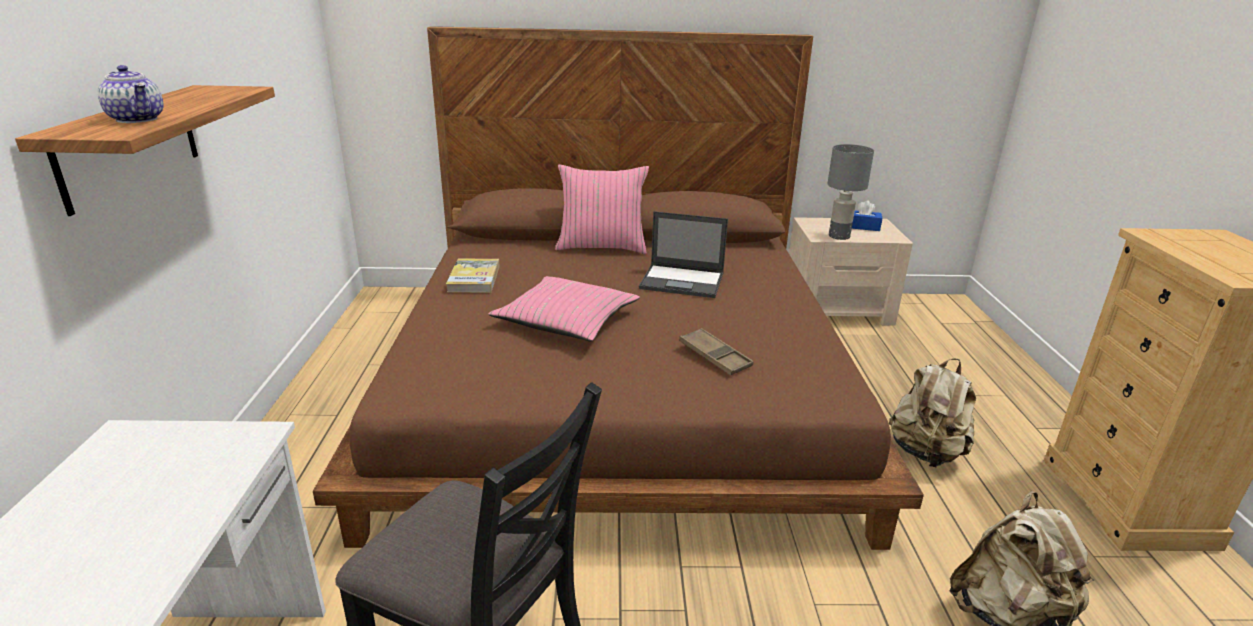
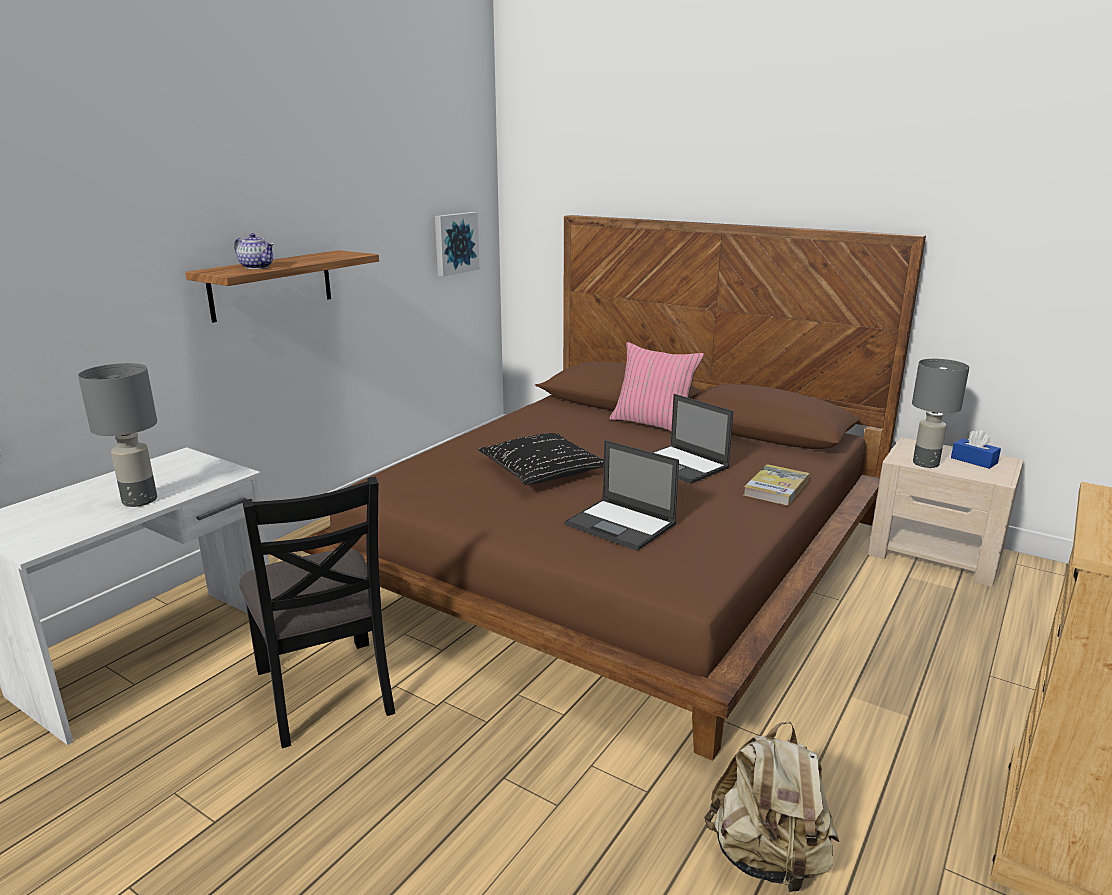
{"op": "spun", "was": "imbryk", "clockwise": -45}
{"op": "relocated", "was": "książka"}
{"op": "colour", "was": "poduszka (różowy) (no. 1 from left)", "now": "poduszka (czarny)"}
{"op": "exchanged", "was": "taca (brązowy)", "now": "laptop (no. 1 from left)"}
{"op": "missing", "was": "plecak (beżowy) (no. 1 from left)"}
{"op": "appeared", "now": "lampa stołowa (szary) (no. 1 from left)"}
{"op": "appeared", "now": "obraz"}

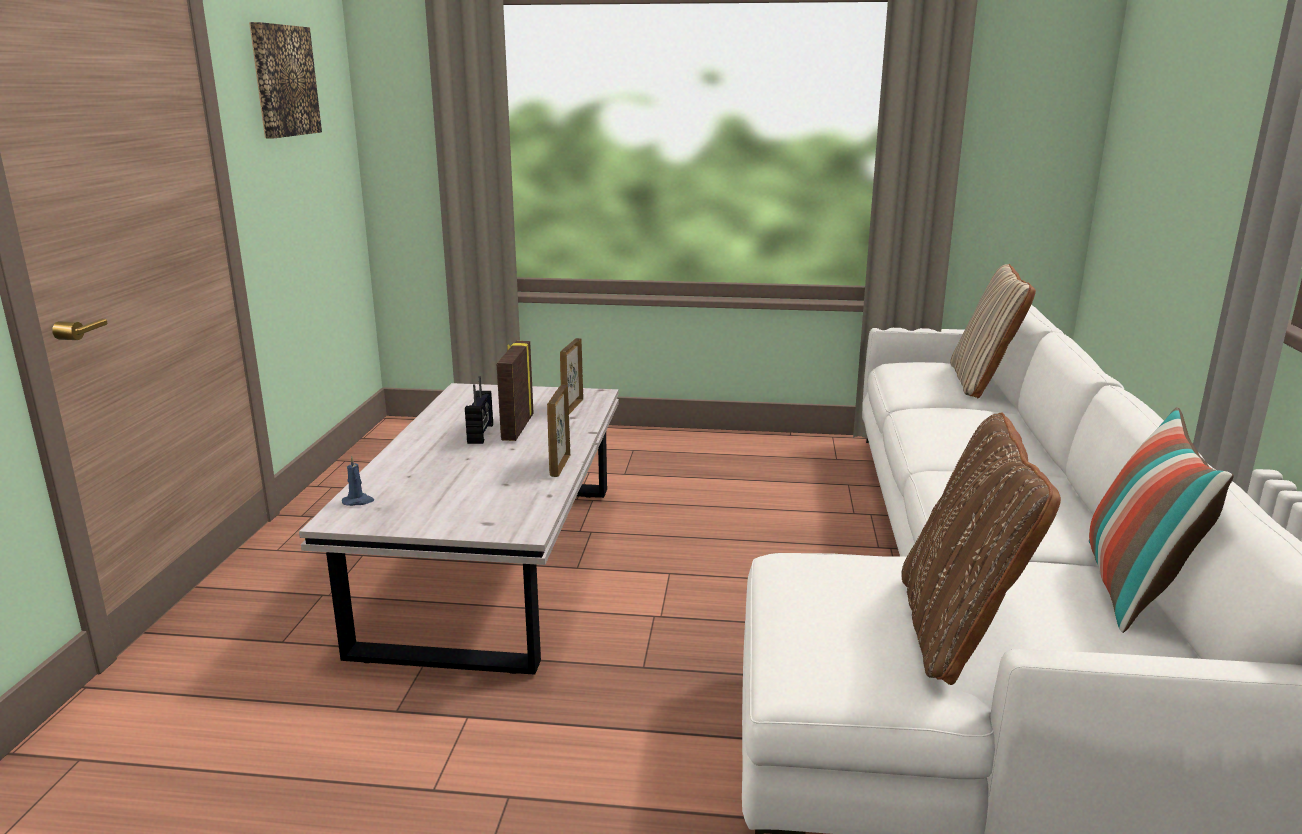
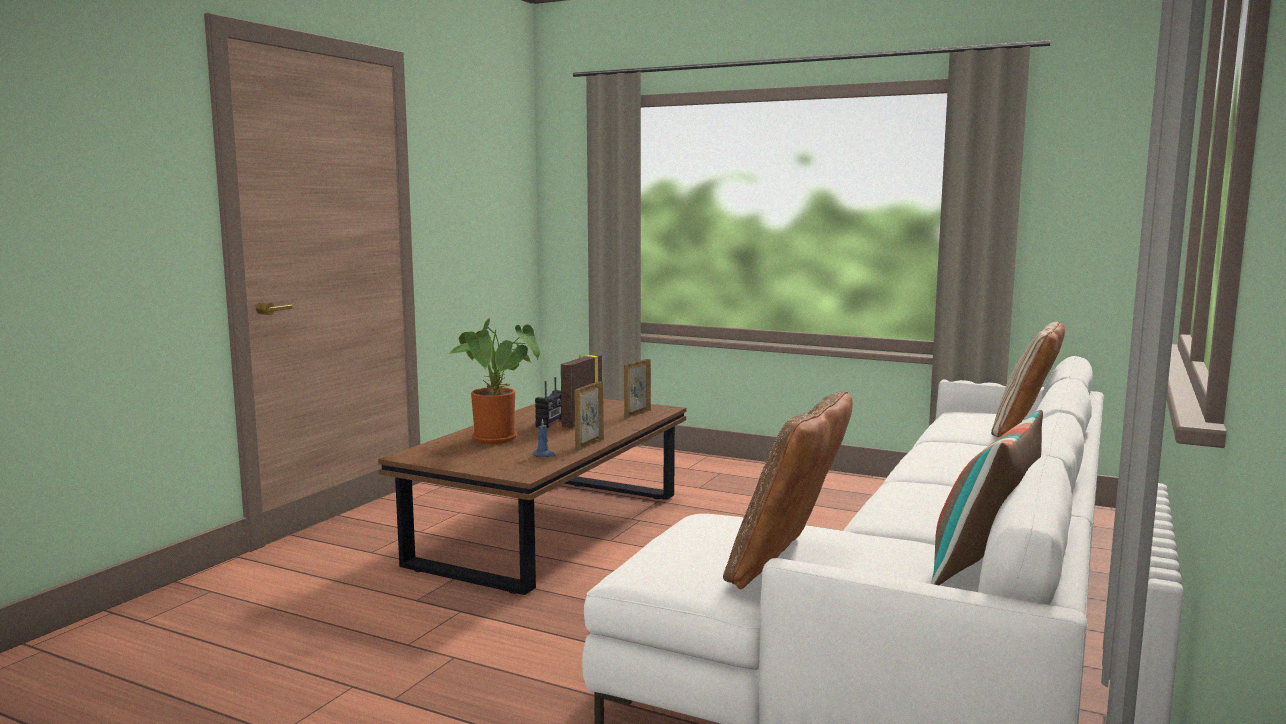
{"op": "missing", "was": "obraz"}
{"op": "colour", "was": "ława (biały)", "now": "ława (brązowy)"}
{"op": "relocated", "was": "świeca (niebieski)"}
{"op": "appeared", "now": "roślina doniczkowa"}

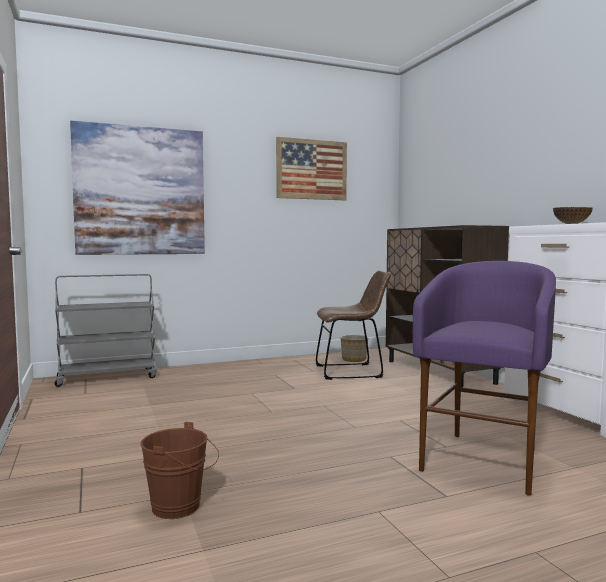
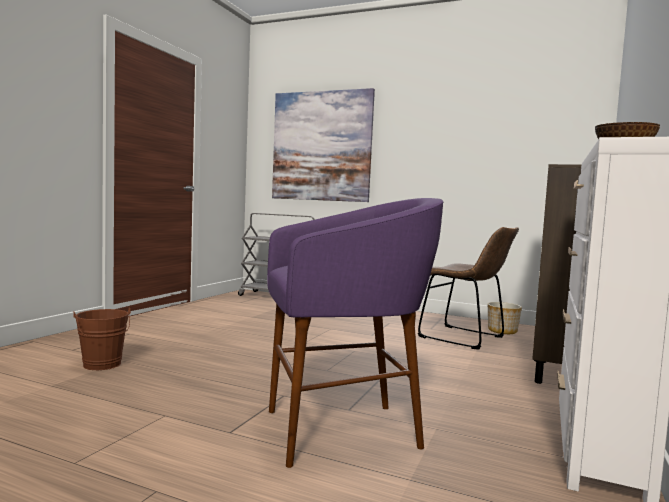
{"op": "missing", "was": "obraz (no. 2 from left)"}

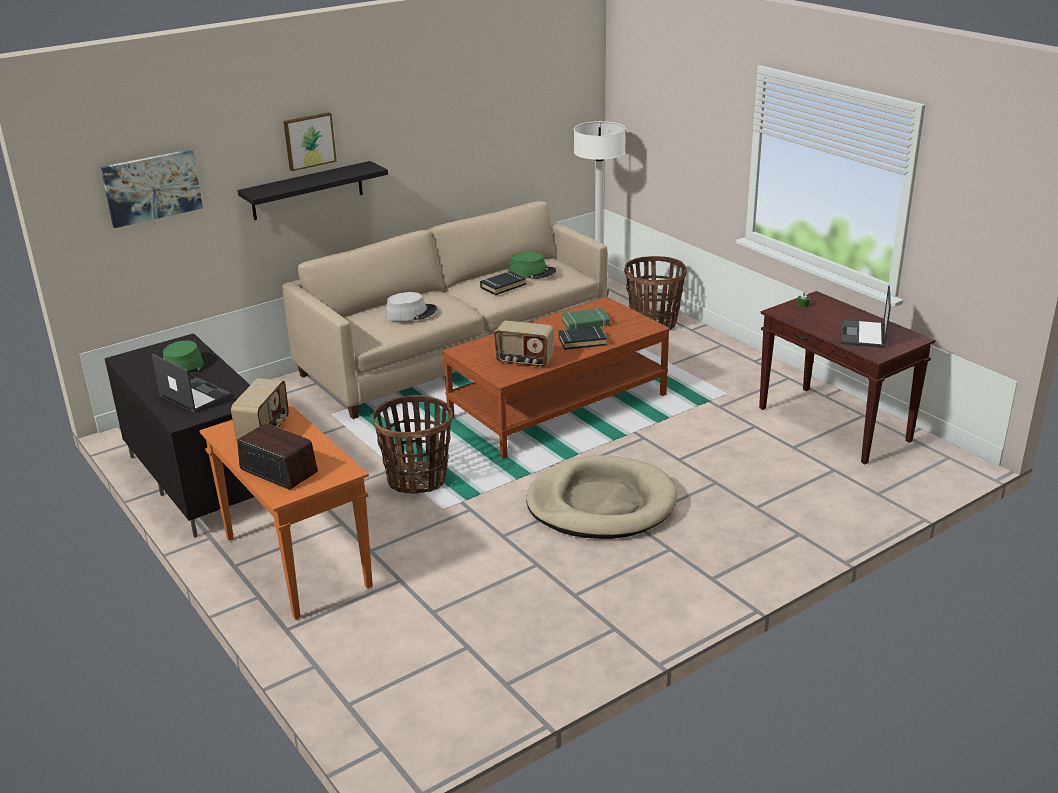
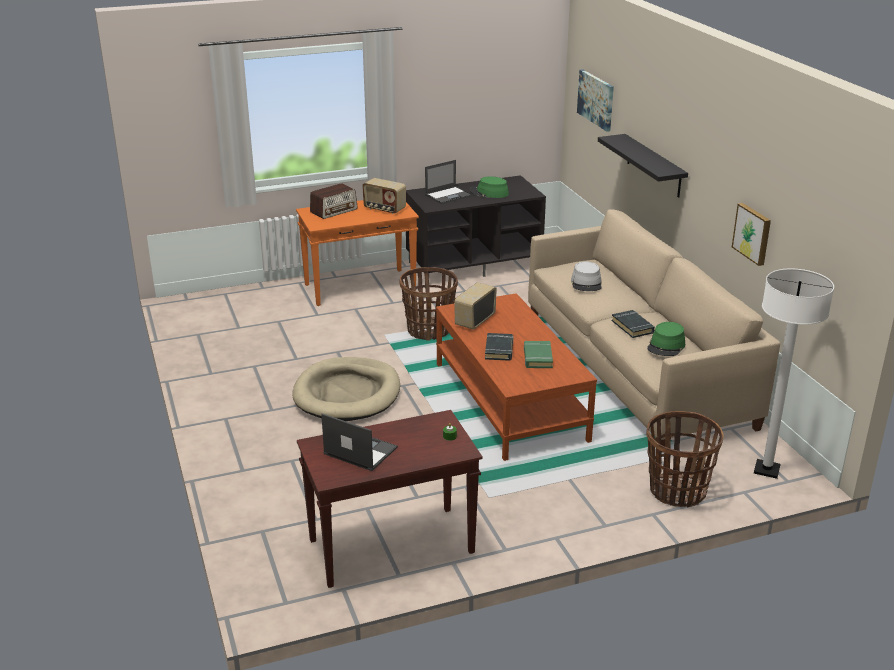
{"op": "relocated", "was": "obraz (no. 2 from left)"}

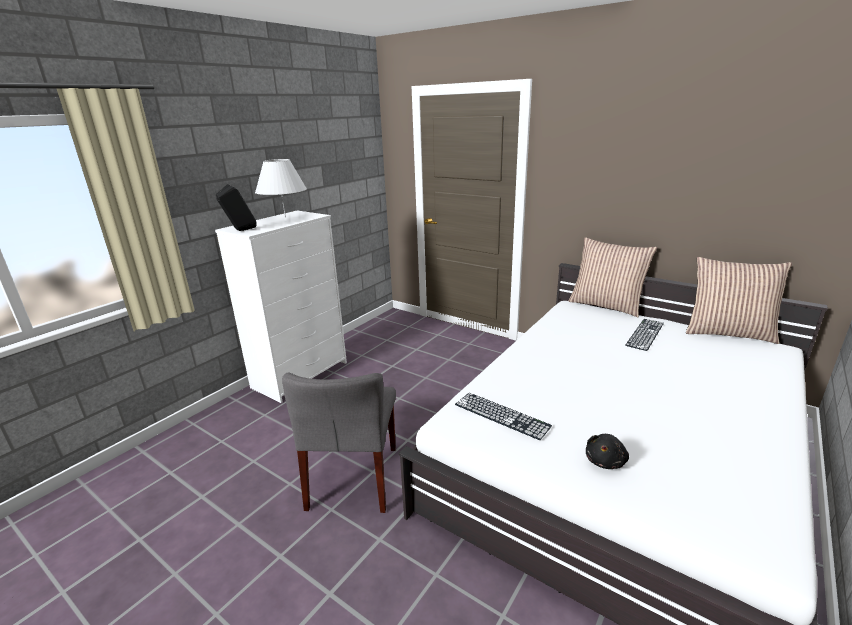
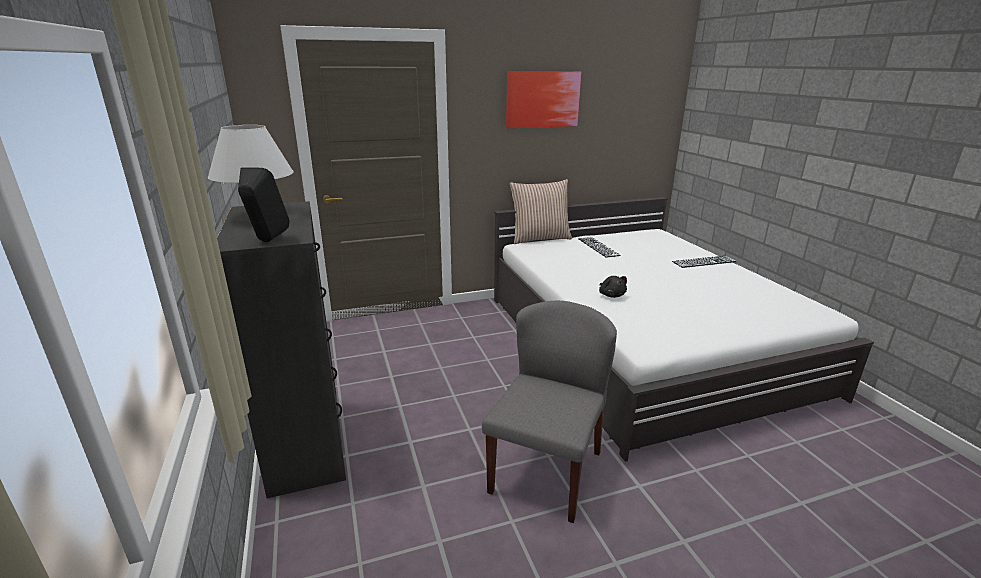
{"op": "colour", "was": "komoda (biały)", "now": "komoda (czarny)"}
{"op": "spun", "was": "krzesło (szary)", "clockwise": -105}
{"op": "relocated", "was": "klawiatura (no. 1 from left in the first image)", "now": "klawiatura (no. 2 from left)"}
{"op": "relocated", "was": "pluszak (czarny)"}
{"op": "missing", "was": "poduszka (no. 2 from left)"}
{"op": "appeared", "now": "obraz"}

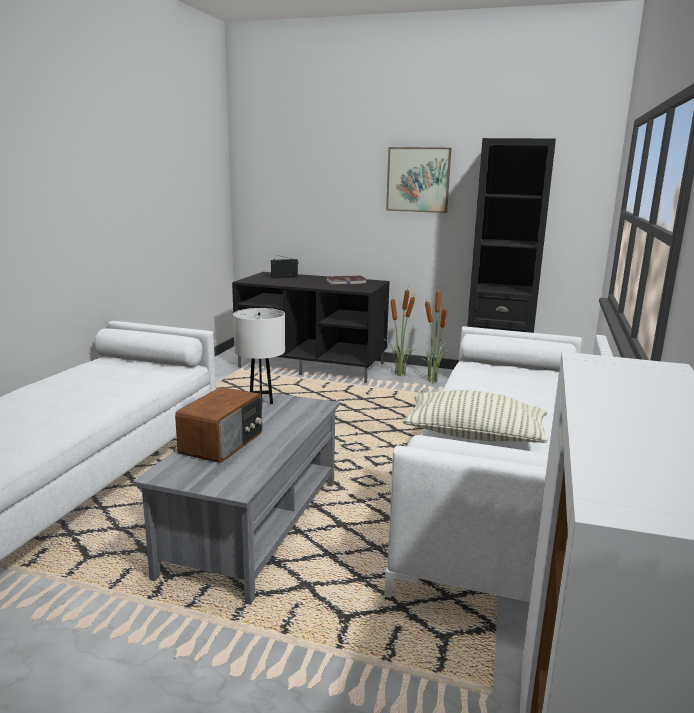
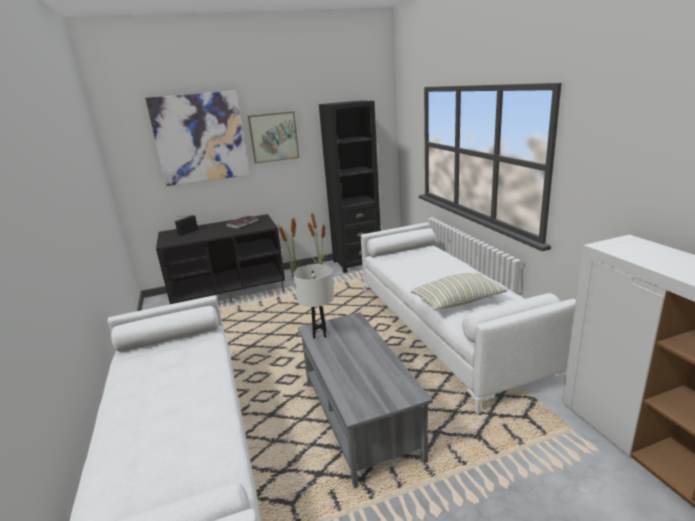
{"op": "missing", "was": "radio (no. 1 from left)"}
{"op": "appeared", "now": "obraz (no. 1 from left)"}

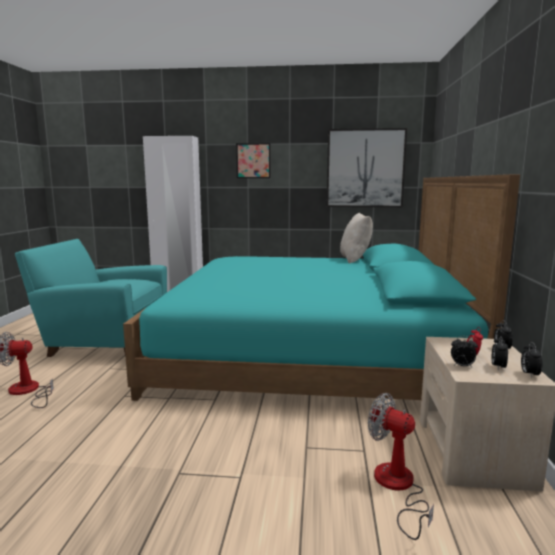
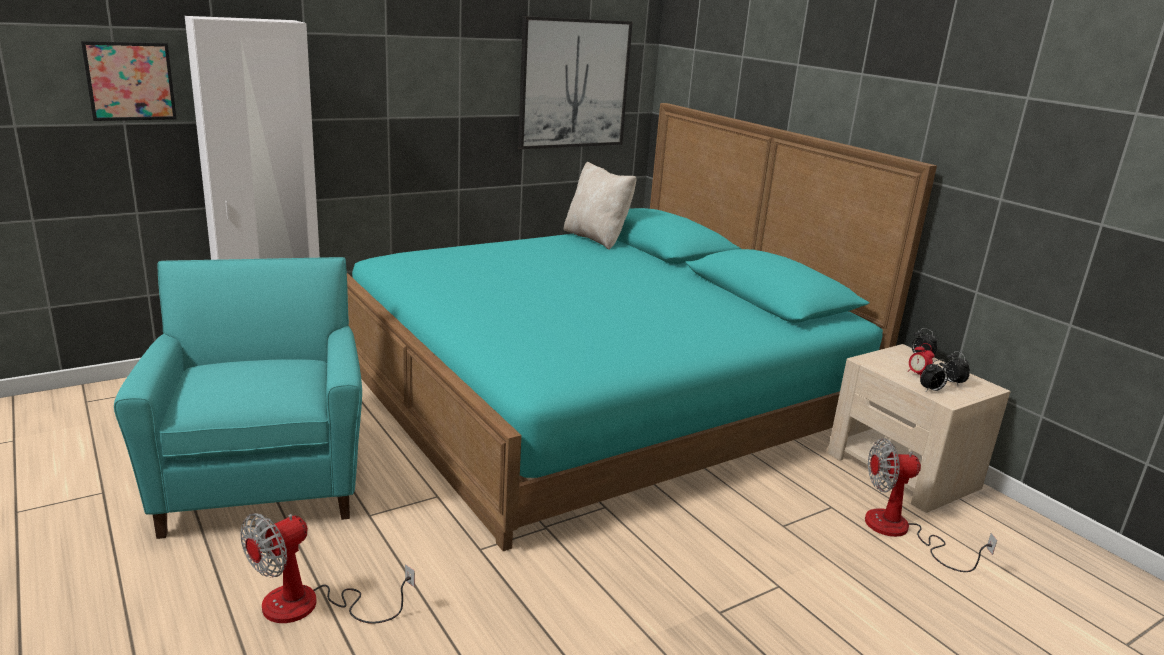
{"op": "spun", "was": "fotel (turkusowy)", "clockwise": 105}
{"op": "relocated", "was": "obraz (no. 1 from left)"}
{"op": "missing", "was": "budzik (no. 5 from left)"}

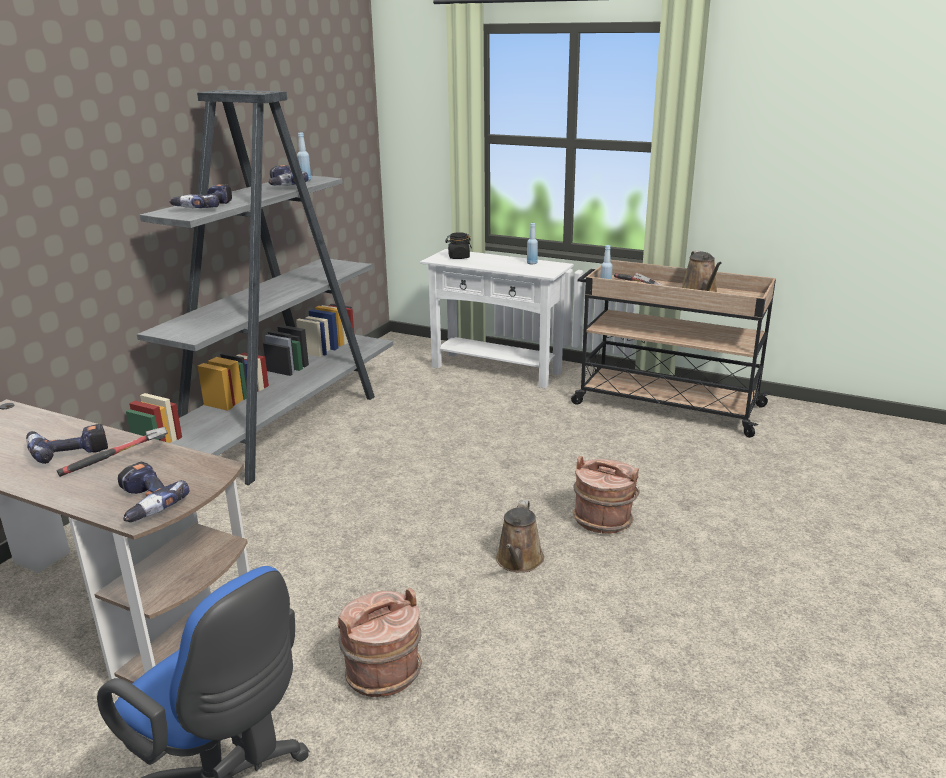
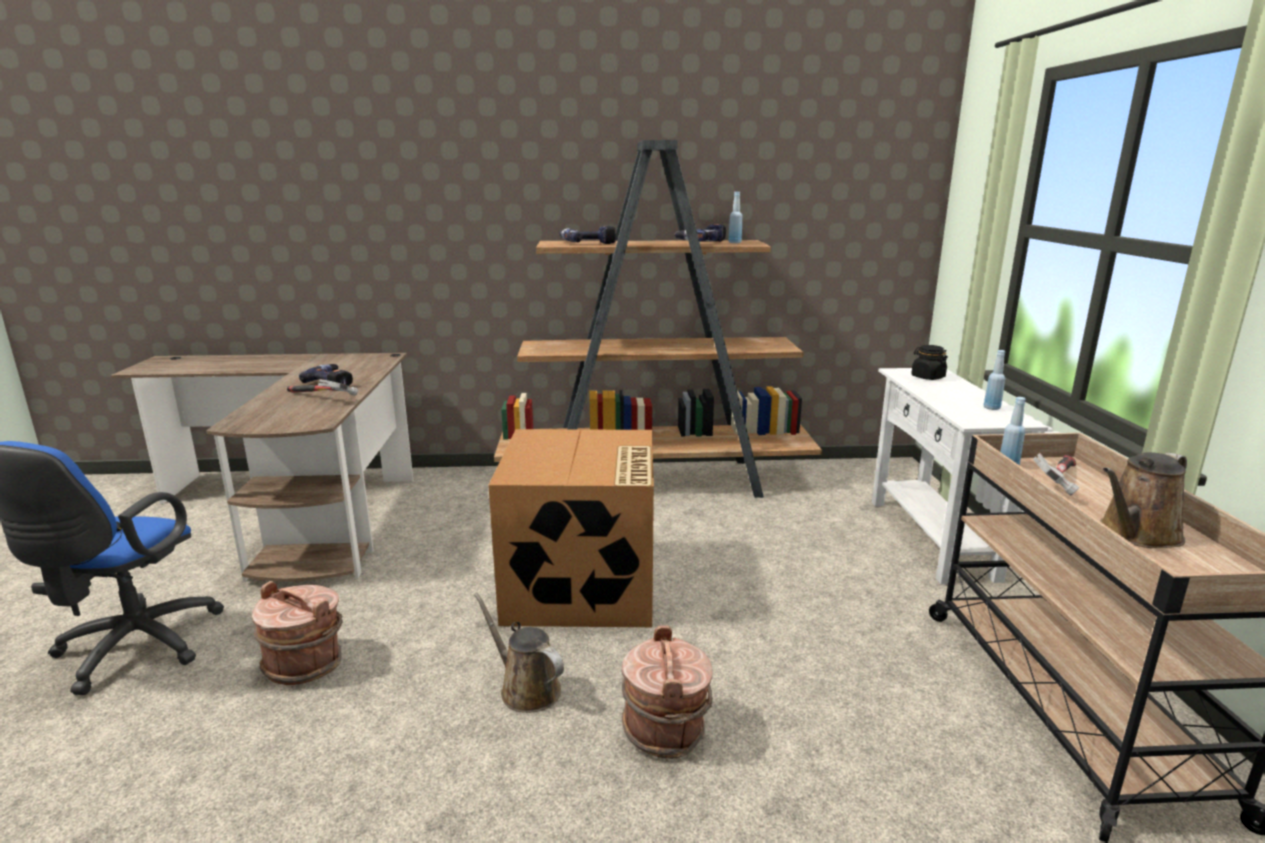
{"op": "missing", "was": "wiertarka (no. 2 from left)"}
{"op": "colour", "was": "regał (szary)", "now": "regał (brązowy)"}
{"op": "spun", "was": "konewka (brązowy) (no. 1 from left)", "clockwise": 60}
{"op": "appeared", "now": "karton"}

